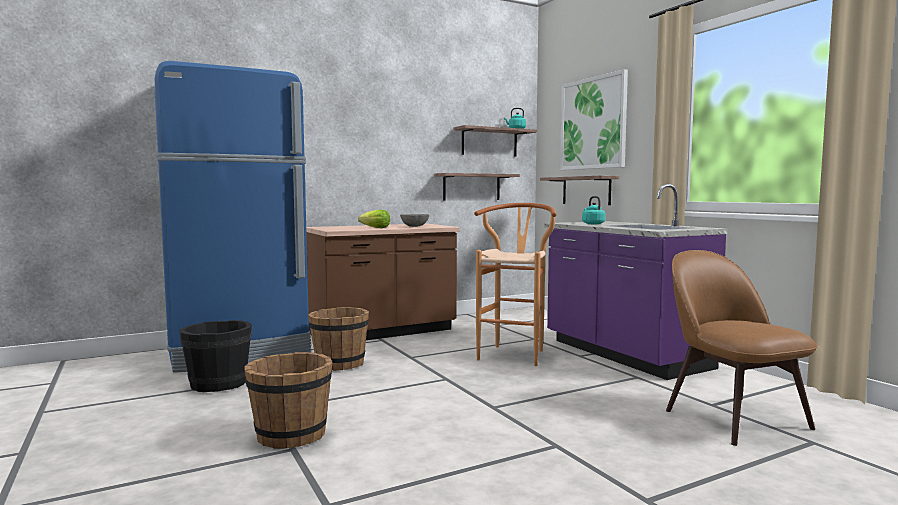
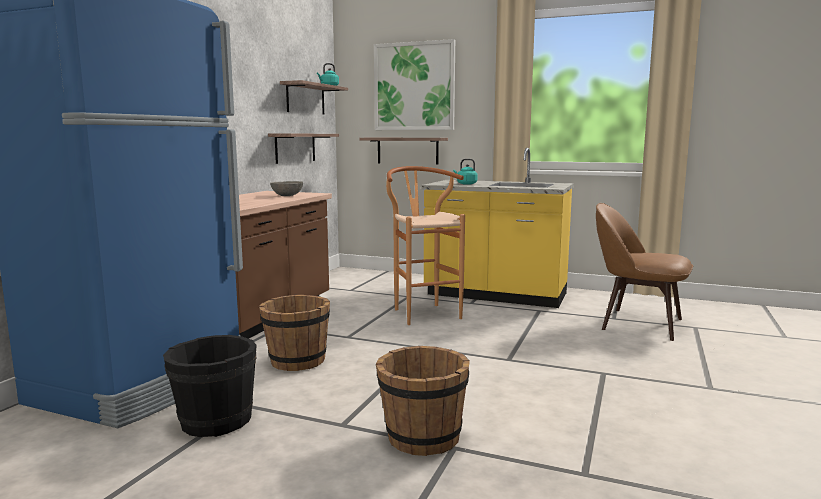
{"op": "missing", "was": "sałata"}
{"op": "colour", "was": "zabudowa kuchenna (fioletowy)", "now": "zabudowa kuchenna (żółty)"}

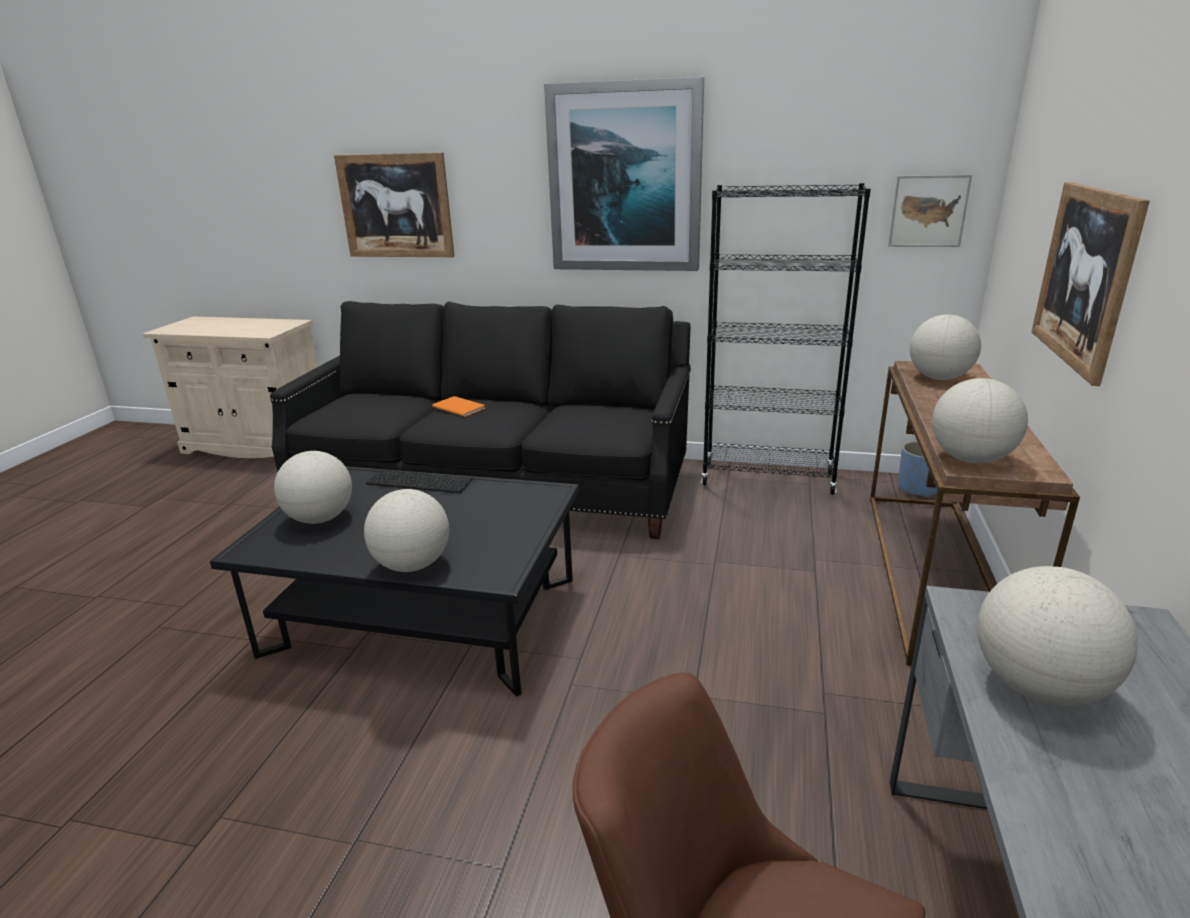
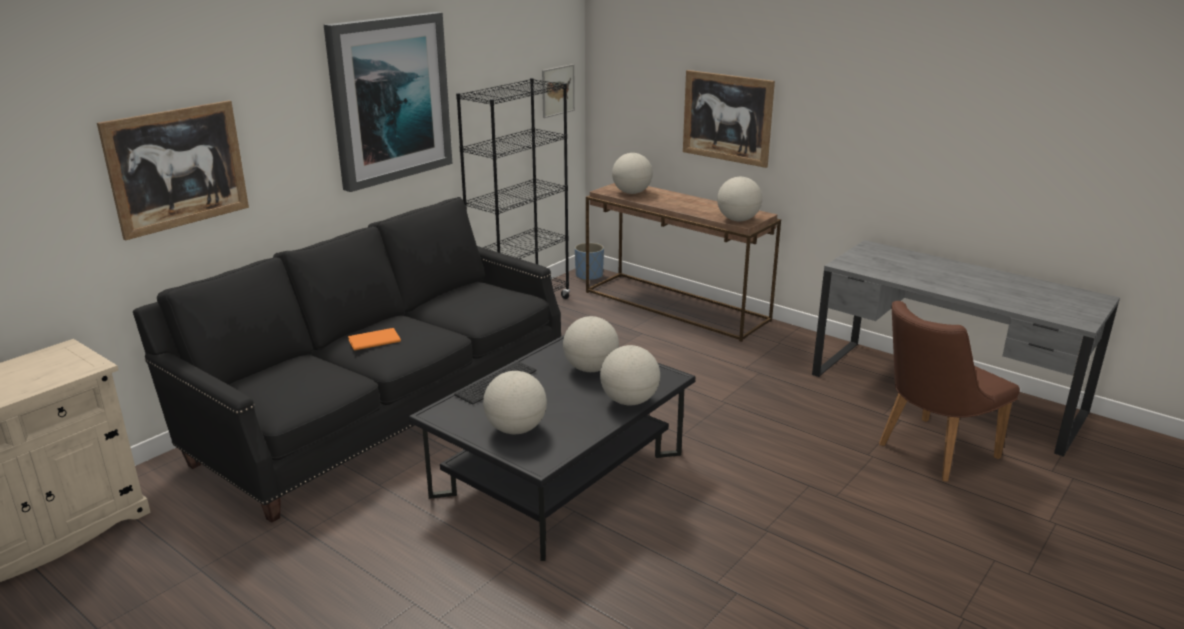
{"op": "relocated", "was": "globus (no. 5 from left in the first image)", "now": "globus (no. 2 from left)"}

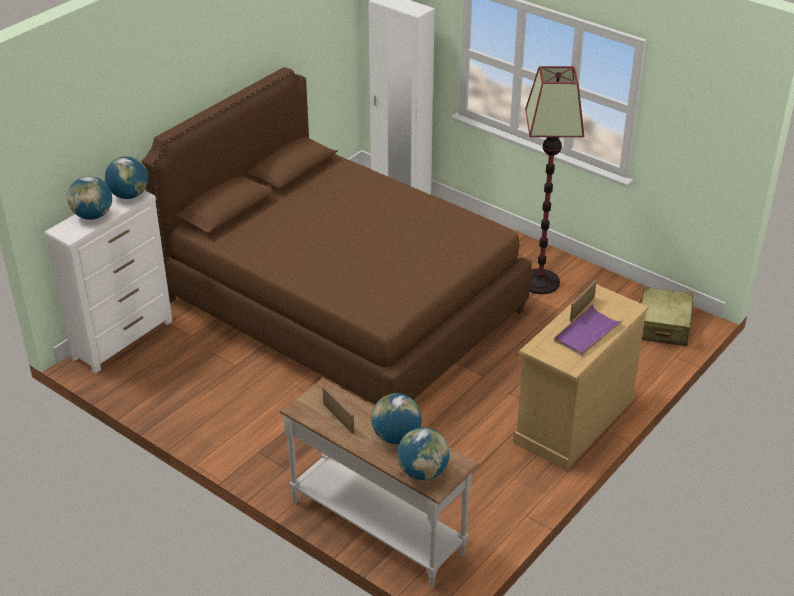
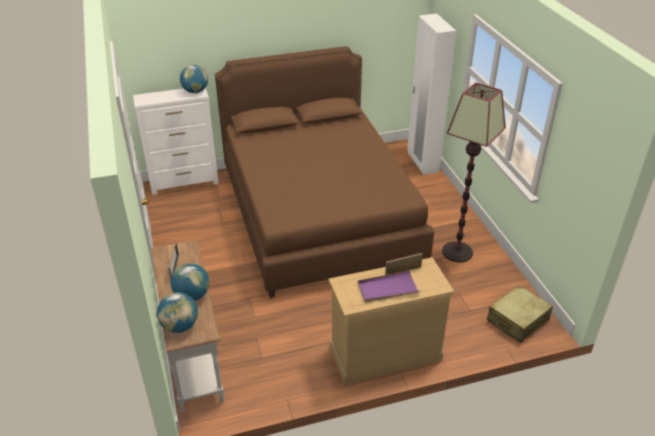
{"op": "missing", "was": "globus (no. 1 from left)"}

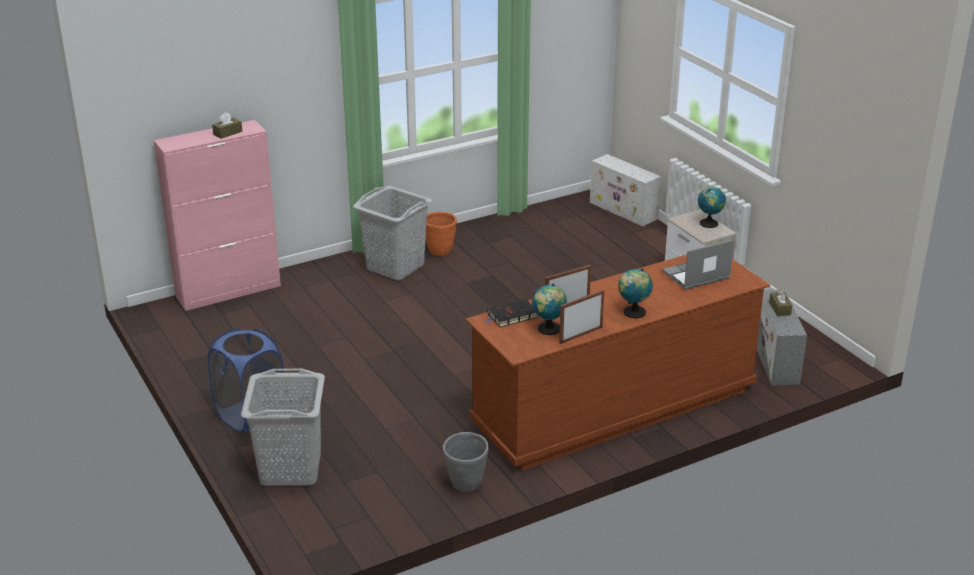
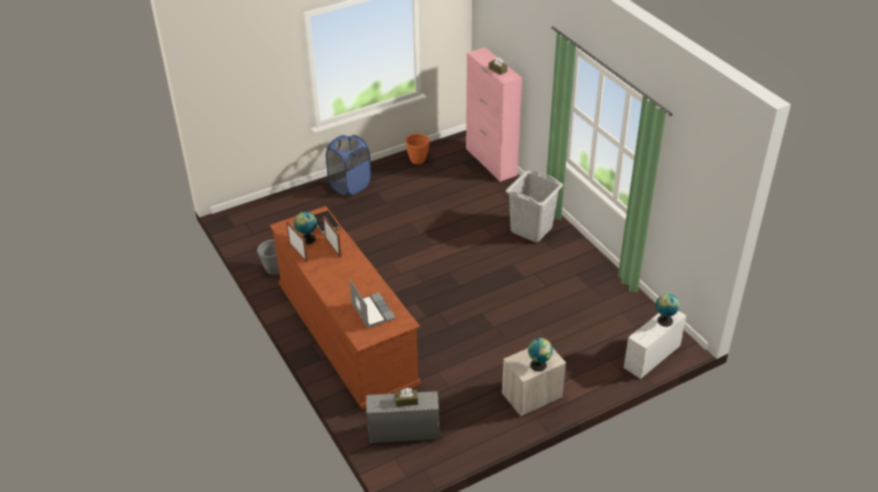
{"op": "missing", "was": "kosz na pranie (szary) (no. 1 from left)"}
{"op": "relocated", "was": "donica (pomarańczowy)"}
{"op": "relocated", "was": "globus (no. 2 from left in the first image)", "now": "globus (no. 3 from left)"}

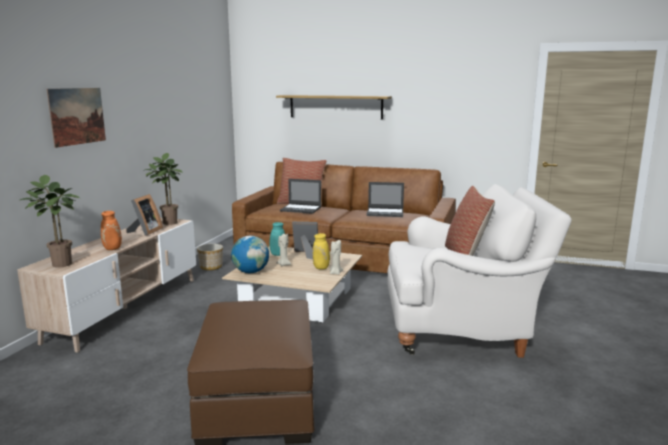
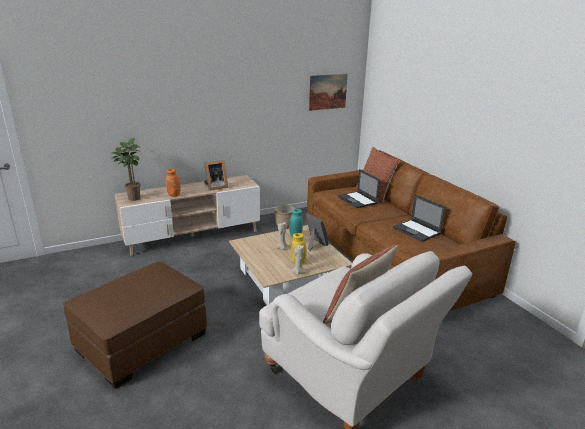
{"op": "relocated", "was": "obraz"}
{"op": "missing", "was": "roślina doniczkowa (no. 2 from left)"}
{"op": "missing", "was": "globus"}
{"op": "missing", "was": "półka"}

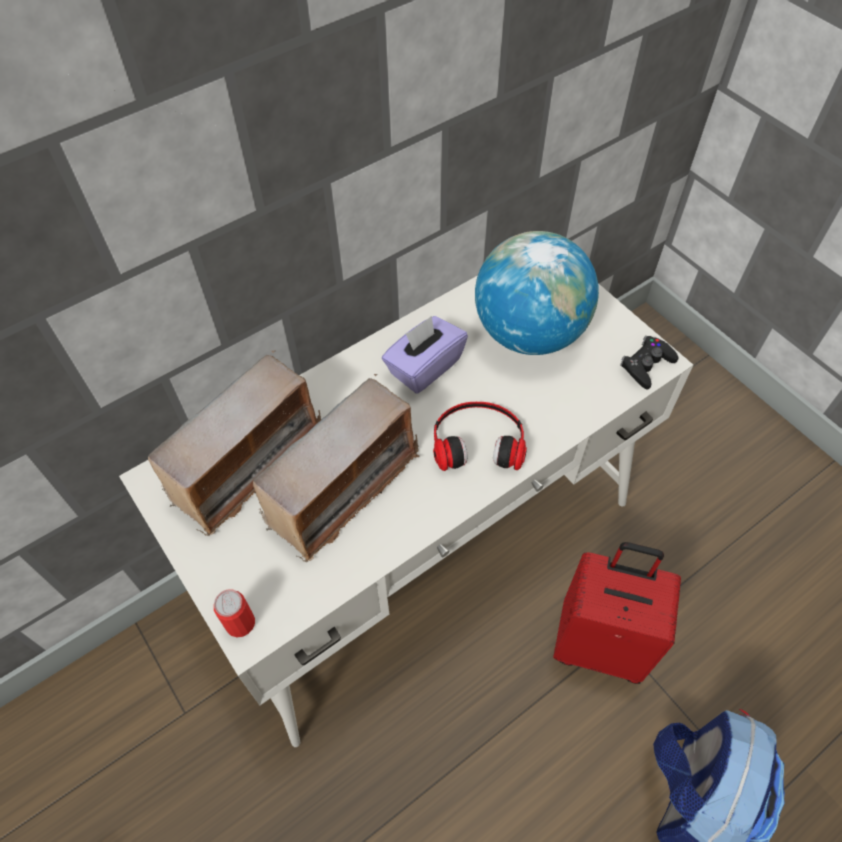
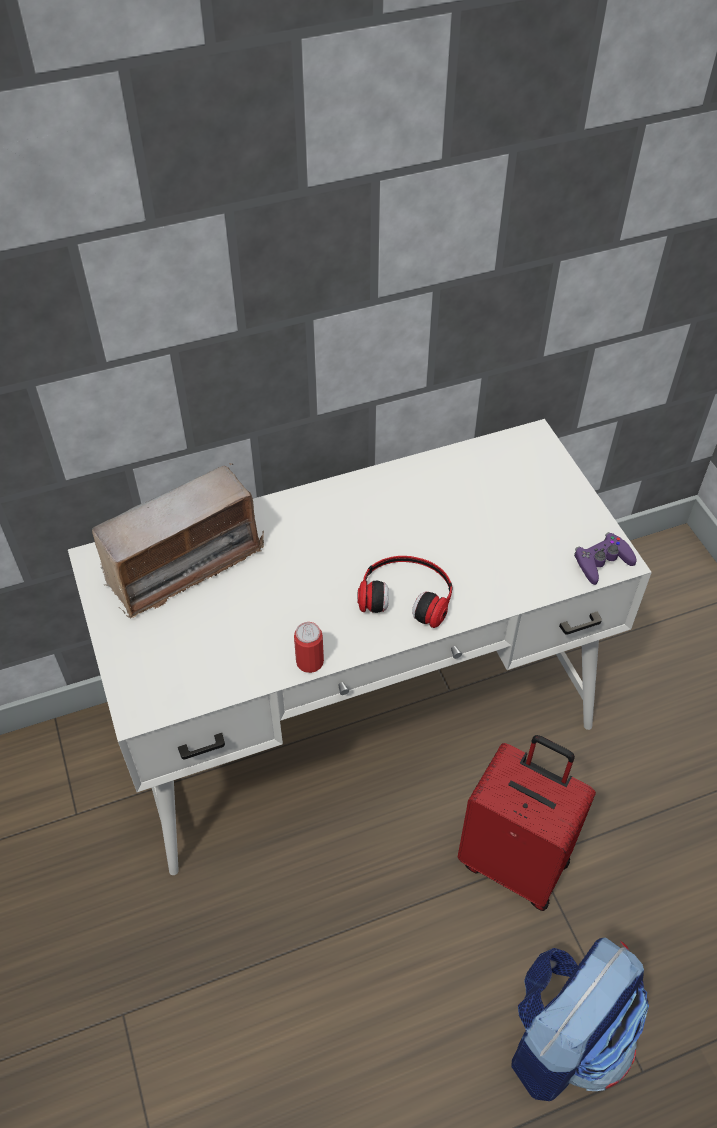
{"op": "relocated", "was": "puszka"}
{"op": "missing", "was": "radio (no. 2 from left)"}
{"op": "missing", "was": "pudełko chusteczek (fioletowy)"}
{"op": "missing", "was": "globus"}
{"op": "colour", "was": "pad do gier (czarny)", "now": "pad do gier (fioletowy)"}

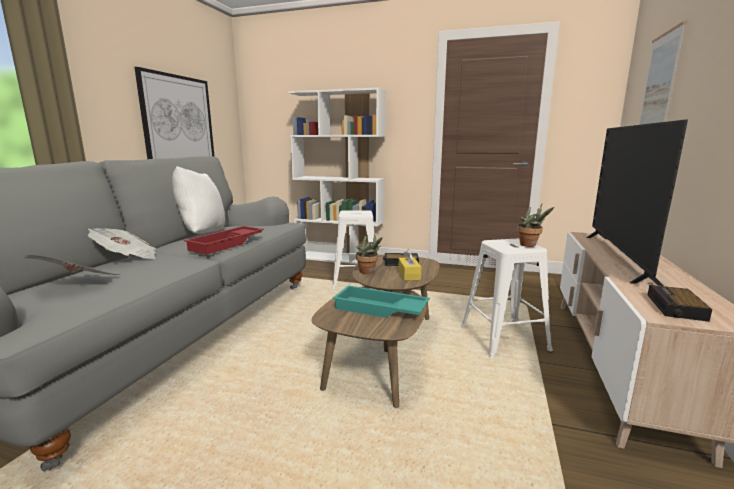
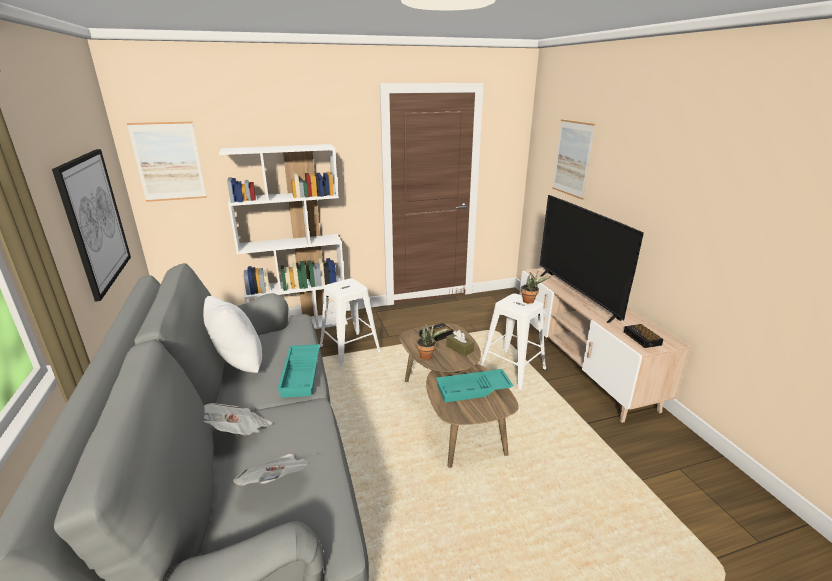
{"op": "colour", "was": "taca (czerwony)", "now": "taca (turkusowy) (no. 1 from left)"}
{"op": "colour", "was": "pudełko chusteczek (żółty)", "now": "pudełko chusteczek (brązowy)"}
{"op": "appeared", "now": "obraz (no. 2 from left)"}

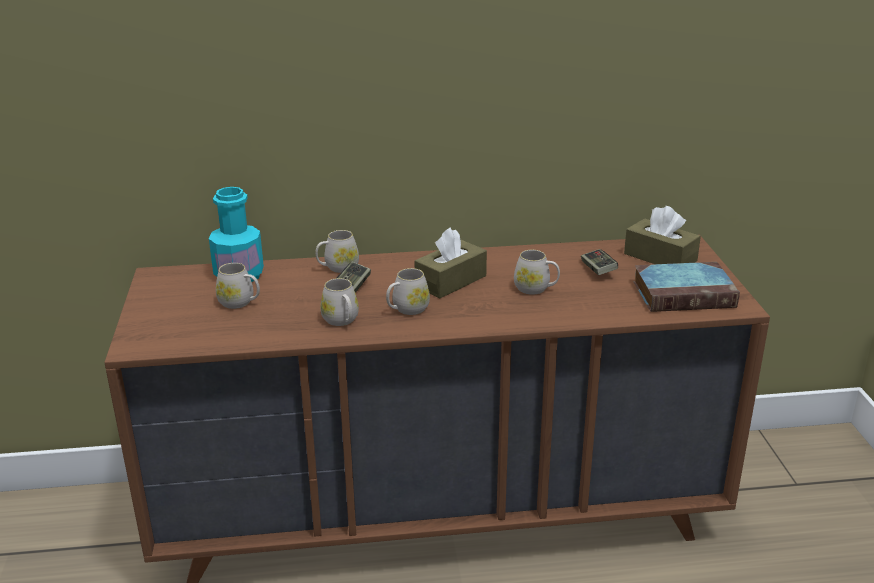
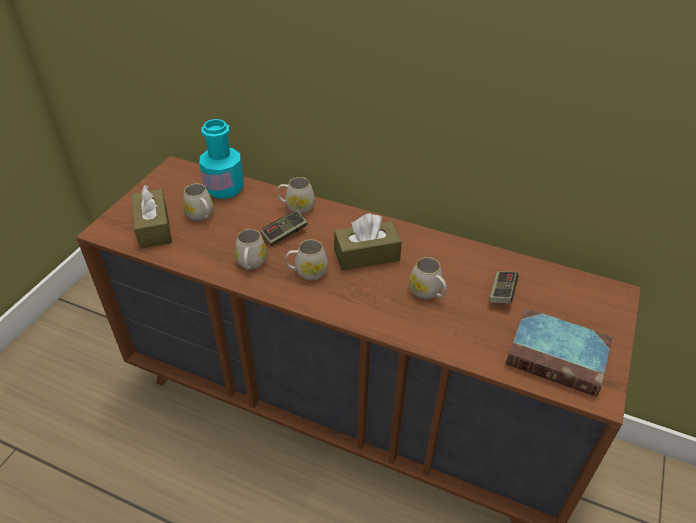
{"op": "relocated", "was": "pudełko chusteczek (brązowy) (no. 2 from left in the first image)", "now": "pudełko chusteczek (brązowy) (no. 1 from left)"}

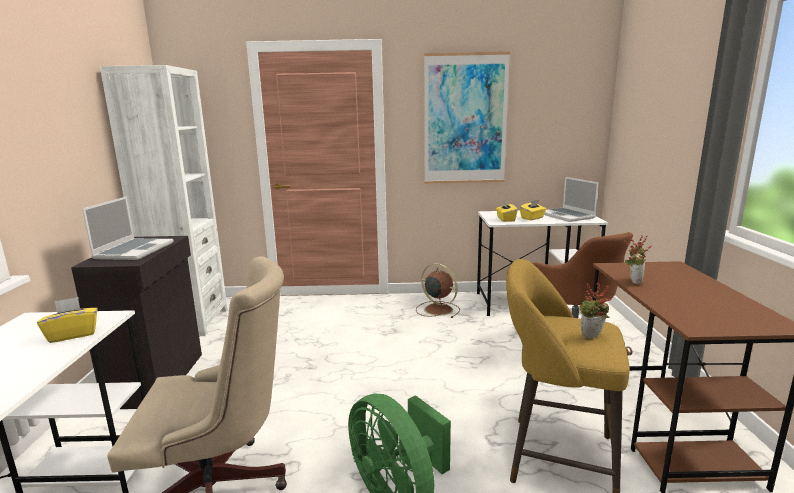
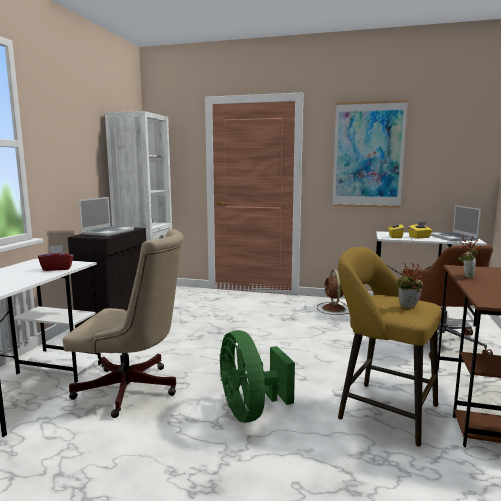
{"op": "colour", "was": "pudełko chusteczek (żółty) (no. 1 from left)", "now": "pudełko chusteczek (czerwony)"}
{"op": "spun", "was": "wentylator (brązowy)", "clockwise": -150}

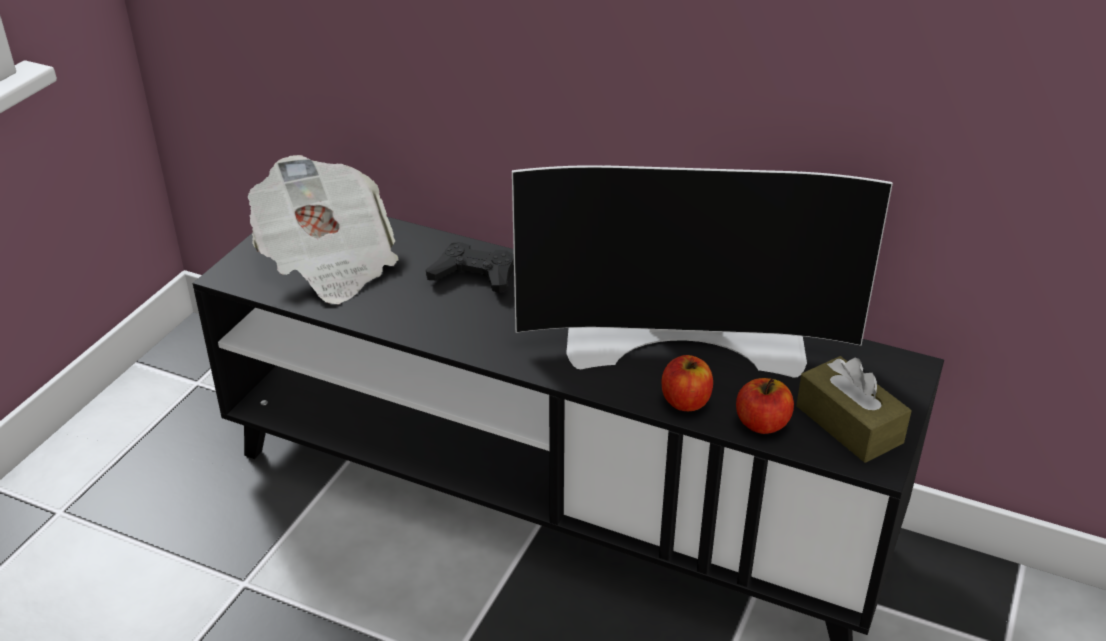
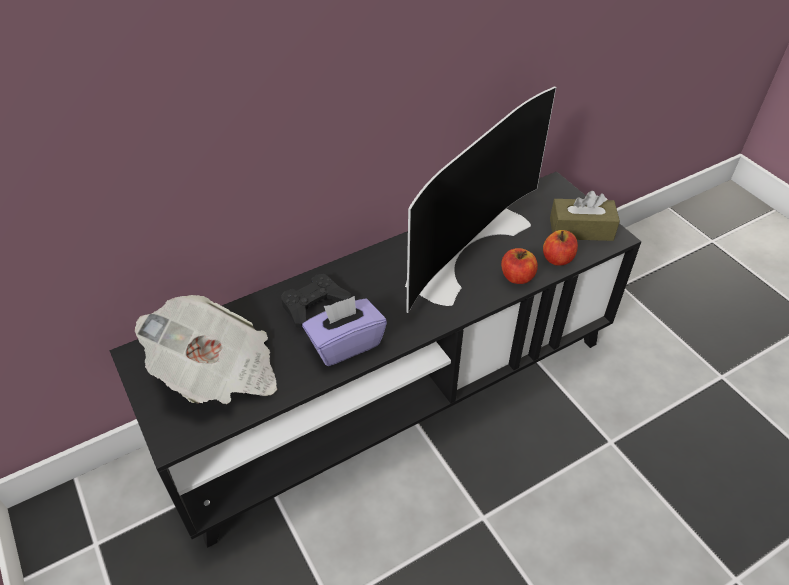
{"op": "appeared", "now": "pudełko chusteczek (fioletowy)"}

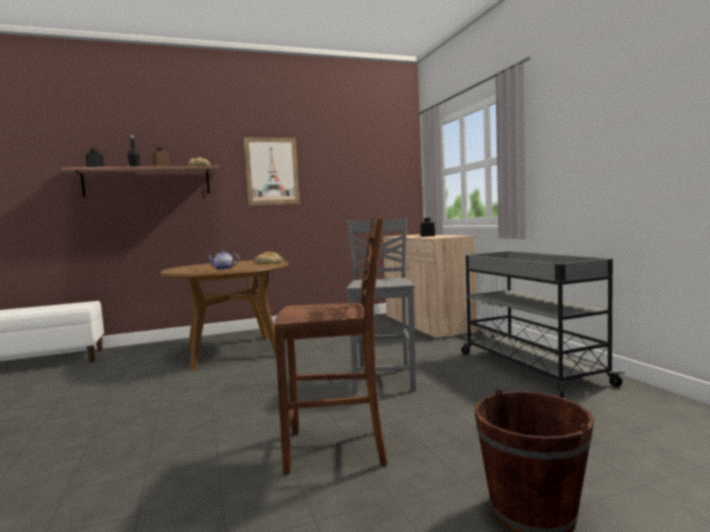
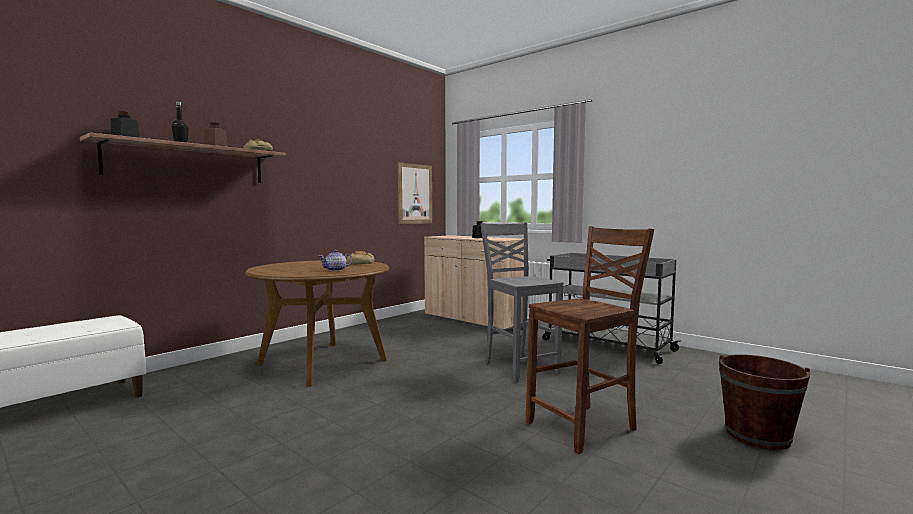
{"op": "relocated", "was": "obraz"}

